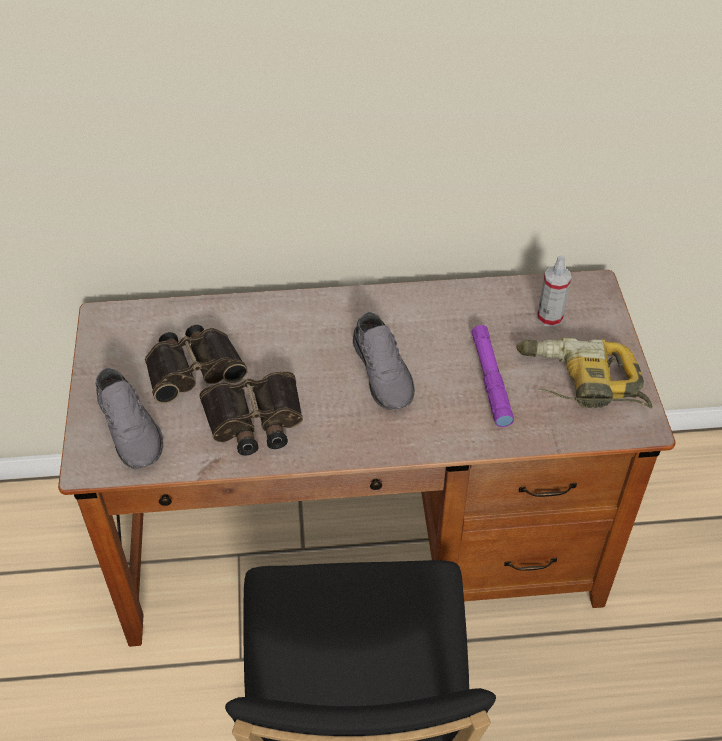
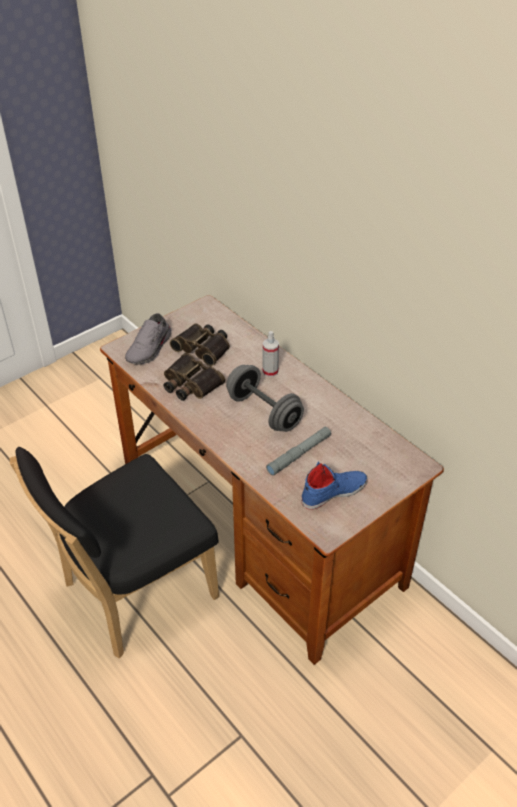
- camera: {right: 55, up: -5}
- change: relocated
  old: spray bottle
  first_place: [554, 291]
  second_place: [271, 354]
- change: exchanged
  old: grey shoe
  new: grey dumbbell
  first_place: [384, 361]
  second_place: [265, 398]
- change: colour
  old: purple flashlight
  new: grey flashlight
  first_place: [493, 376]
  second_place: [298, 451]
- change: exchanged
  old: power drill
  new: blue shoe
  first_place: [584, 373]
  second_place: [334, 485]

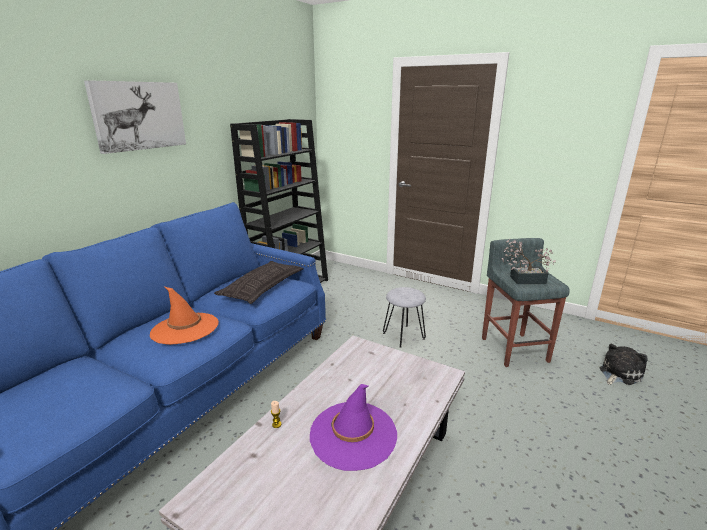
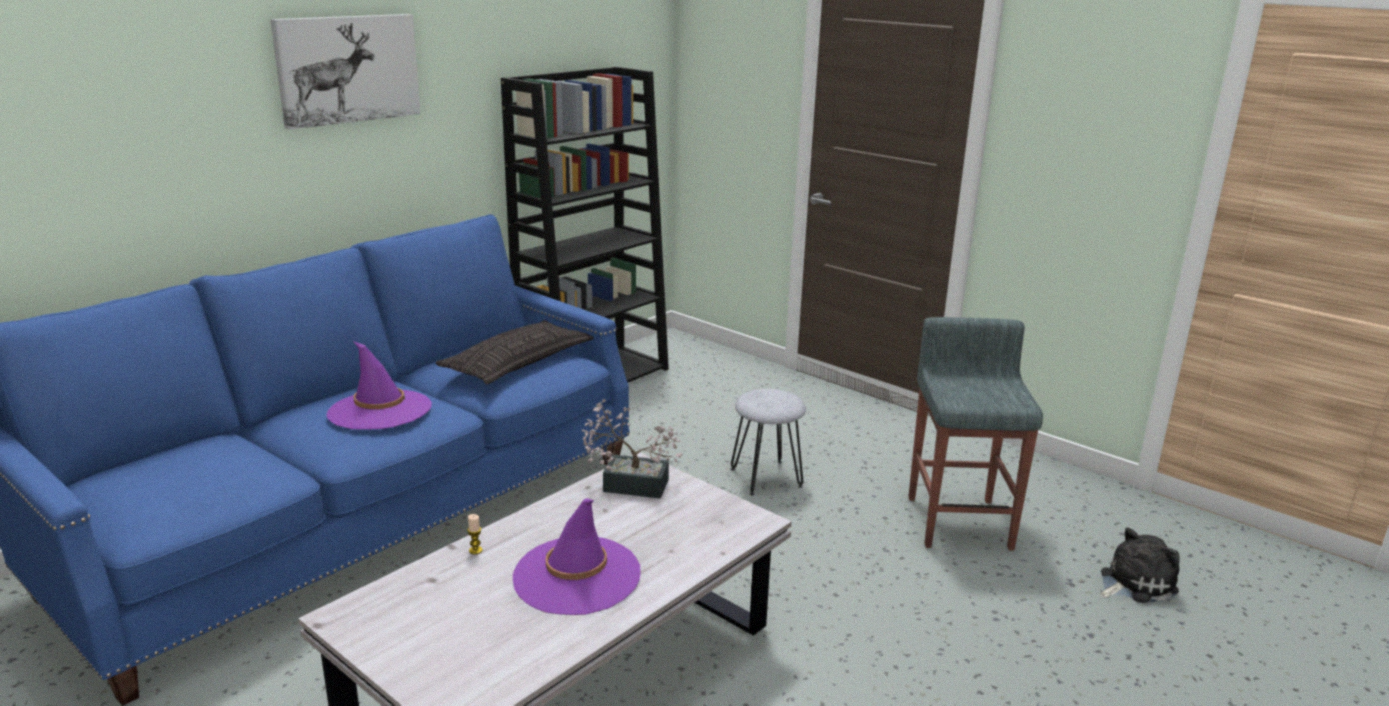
- camera: {right: 10, up: 0}
- change: relocated
  old: potted plant
  first_place: [529, 261]
  second_place: [632, 449]
- change: colour
  old: orange hat
  new: purple hat
  first_place: [184, 316]
  second_place: [379, 385]

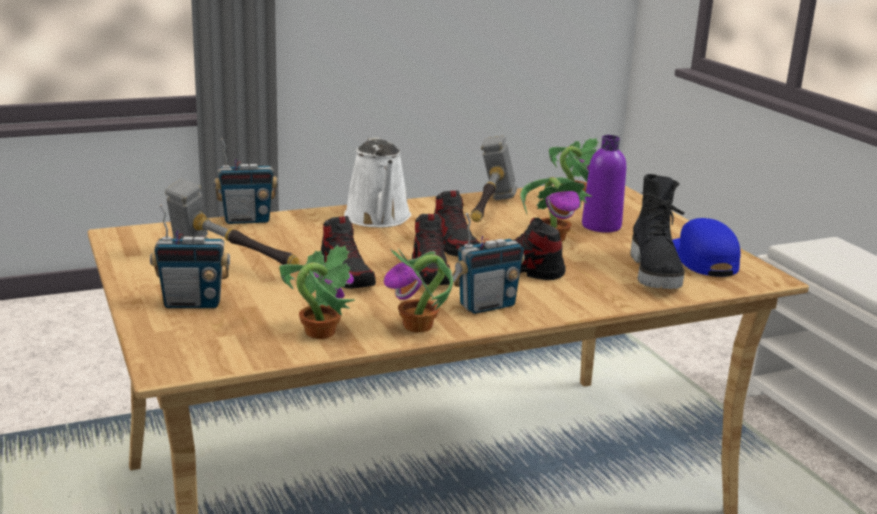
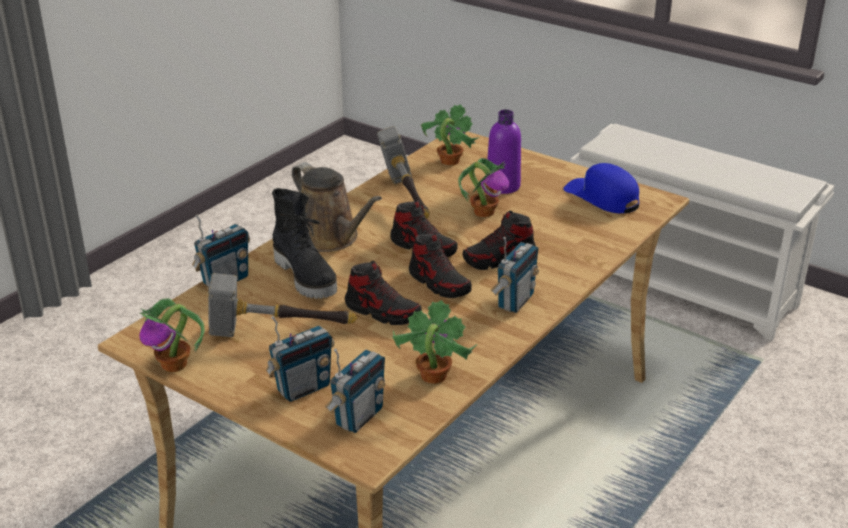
- camera: {right: -30, up: 10}
- change: colour
  old: white watering can
  new: brown watering can
  first_place: [377, 182]
  second_place: [337, 207]
- change: relocated
  old: black boot
  first_place: [657, 231]
  second_place: [304, 243]
- change: relocated
  old: potted plant
  first_place: [418, 290]
  second_place: [171, 335]
- change: appeared
  new: radio
  second_place: [355, 390]

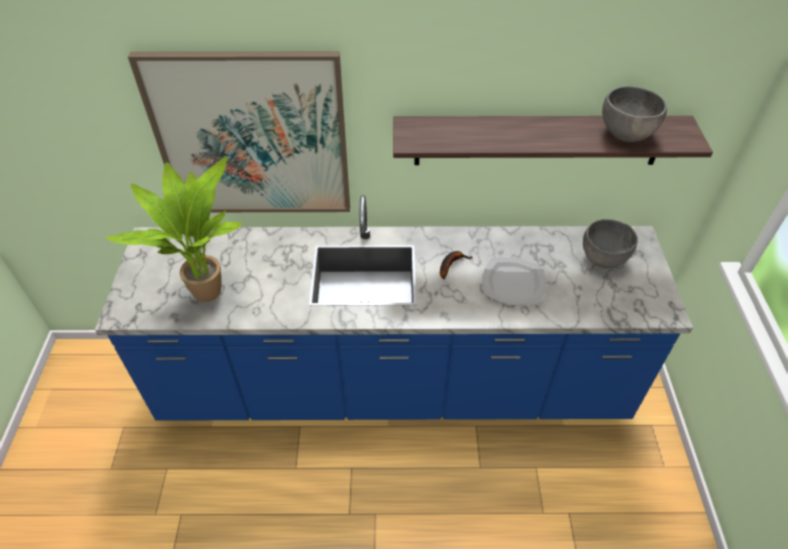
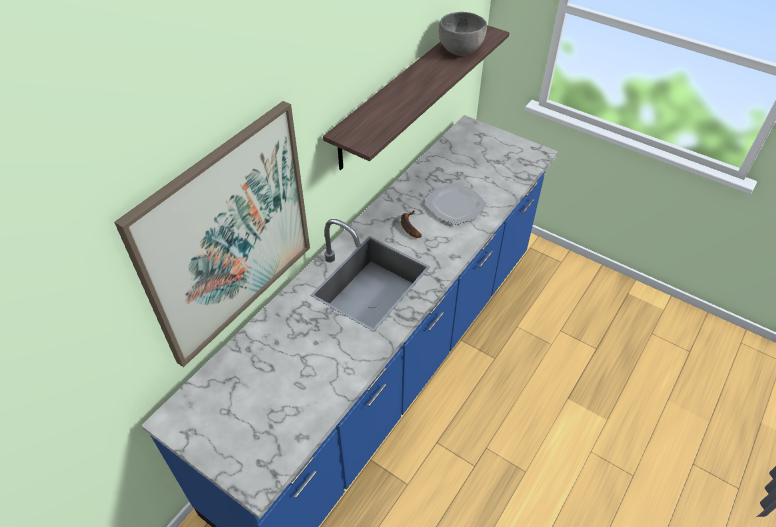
- camera: {right: -55, up: 0}
- change: missing
  old: potted plant
  first_place: [174, 229]
- change: missing
  old: grey bowl
  first_place: [610, 244]

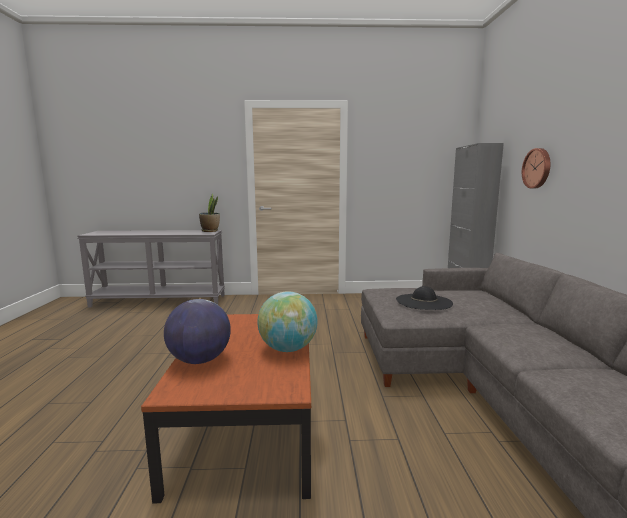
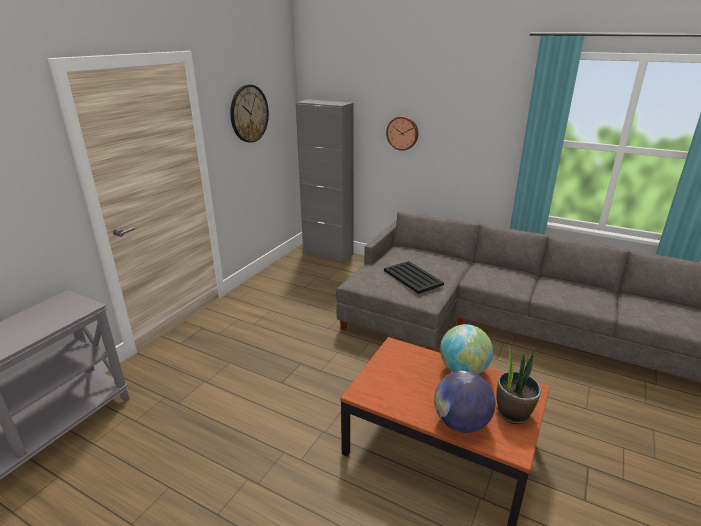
- camera: {right: -60, up: 15}
- change: relocated
  old: potted plant
  first_place: [209, 213]
  second_place: [518, 384]
- change: exchanged
  old: black hat
  new: black tray
  first_place: [424, 298]
  second_place: [414, 277]
- change: appeared
  new: wall clock
  second_place: [249, 114]

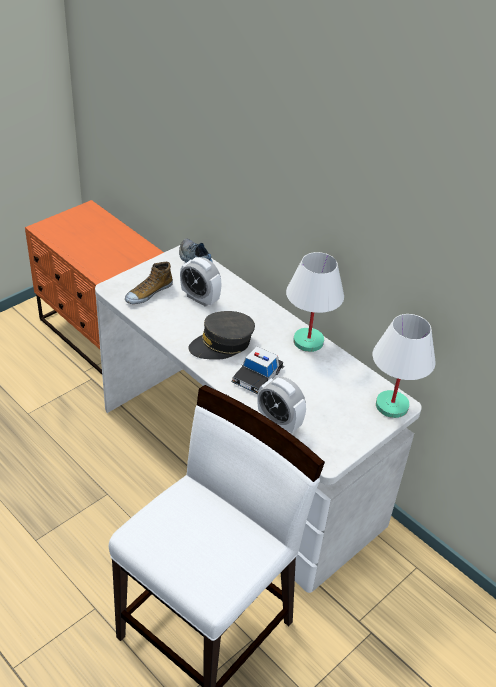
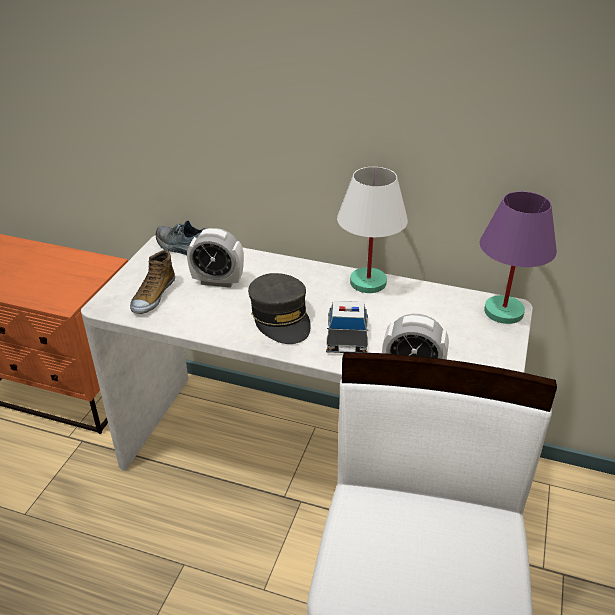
- camera: {right: -25, up: -5}
- change: spun
  old: grey cap
  first_place: [222, 335]
  second_place: [279, 308]
  degrees: -60
- change: colour
  old: white table lamp
  new: purple table lamp
  first_place: [404, 366]
  second_place: [518, 257]

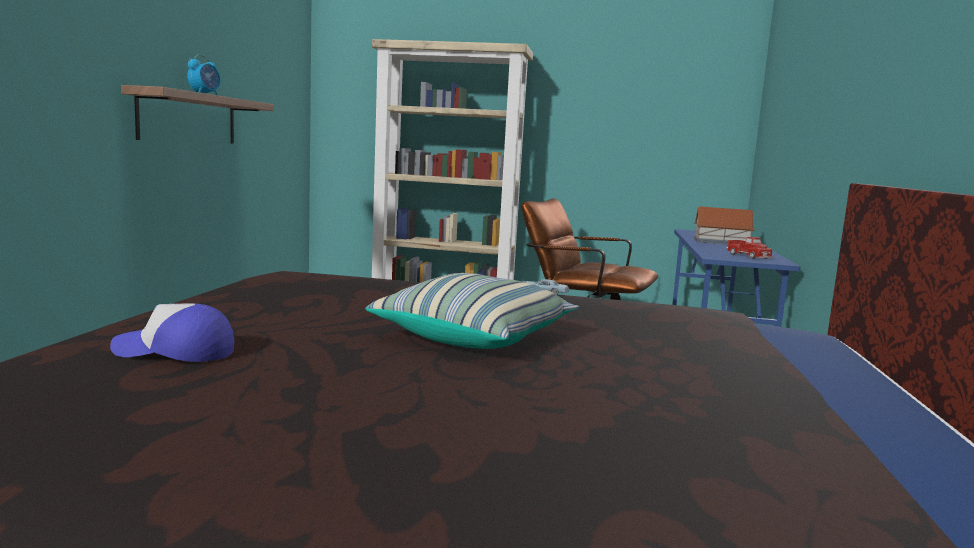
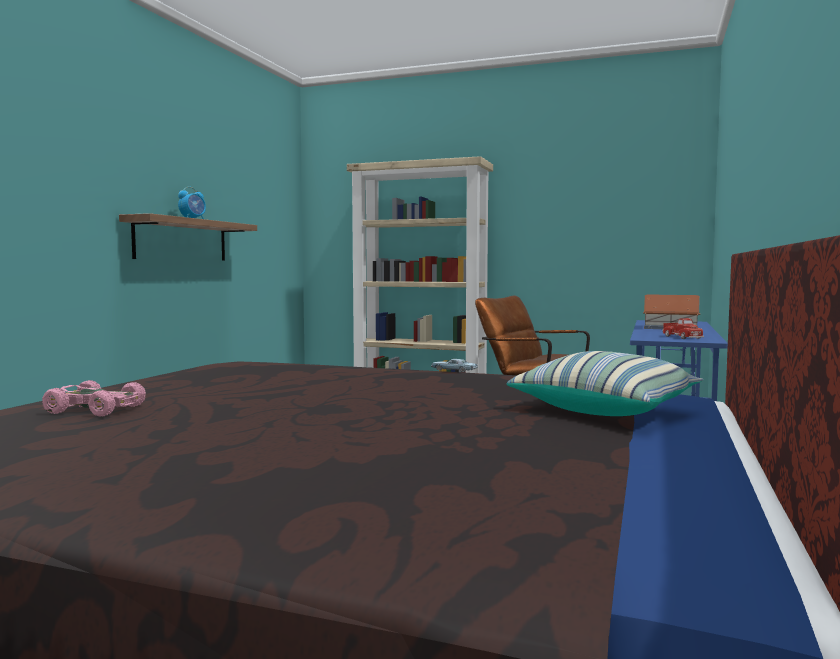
- camera: {right: 10, up: -5}
- change: relocated
  old: pillow
  first_place: [472, 311]
  second_place: [605, 383]
- change: exchanged
  old: cap
  new: pink toy car
  first_place: [172, 332]
  second_place: [94, 398]

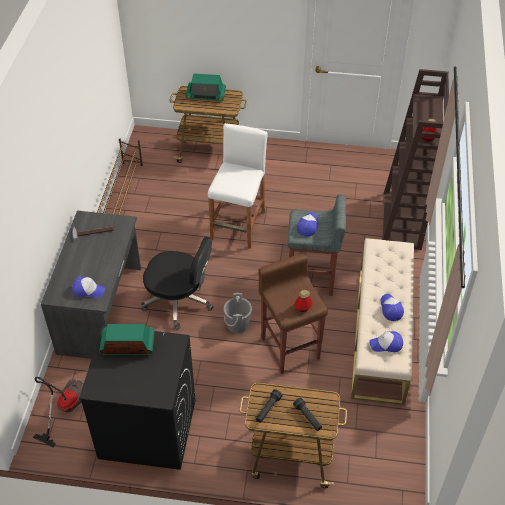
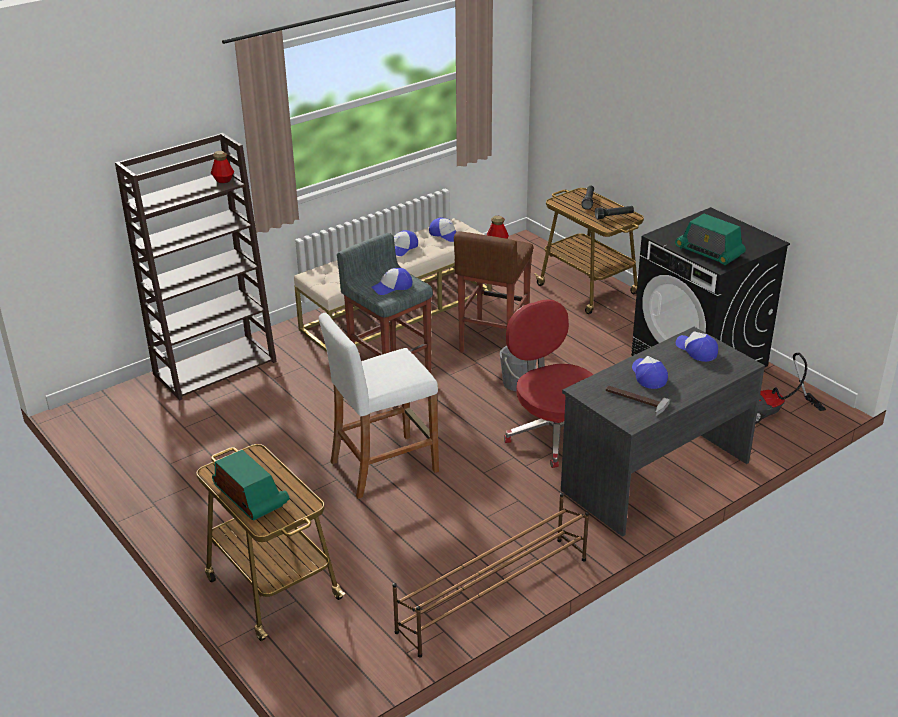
- camera: {right: -135, up: -15}
- change: colour
  old: black office chair
  new: red office chair
  first_place: [177, 283]
  second_place: [548, 383]
- change: appeared
  new: cap
  second_place: [650, 372]

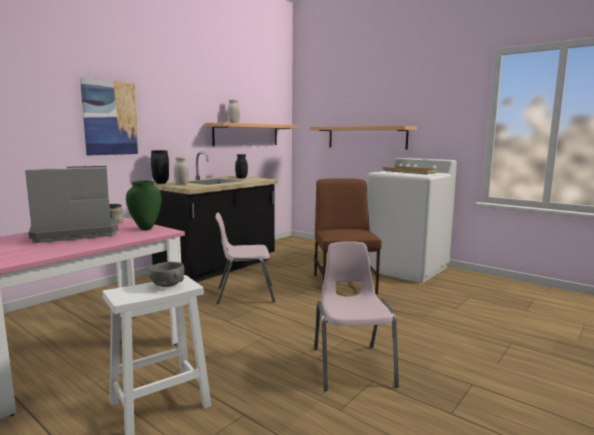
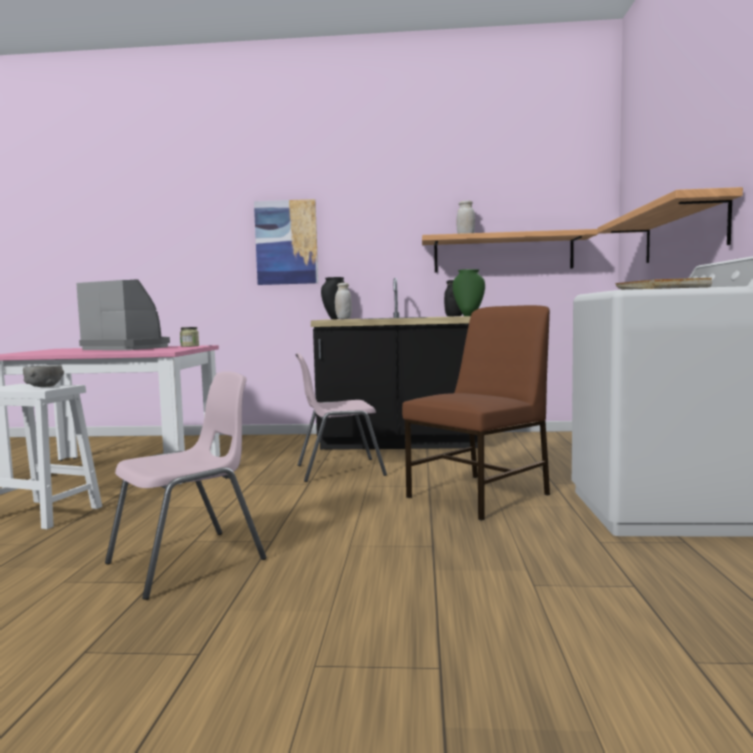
- camera: {right: 55, up: -5}
- change: relocated
  old: green vase
  first_place: [144, 205]
  second_place: [469, 292]
- change: spun
  old: pink chair
  first_place: [245, 258]
  second_place: [341, 417]
  degrees: -60

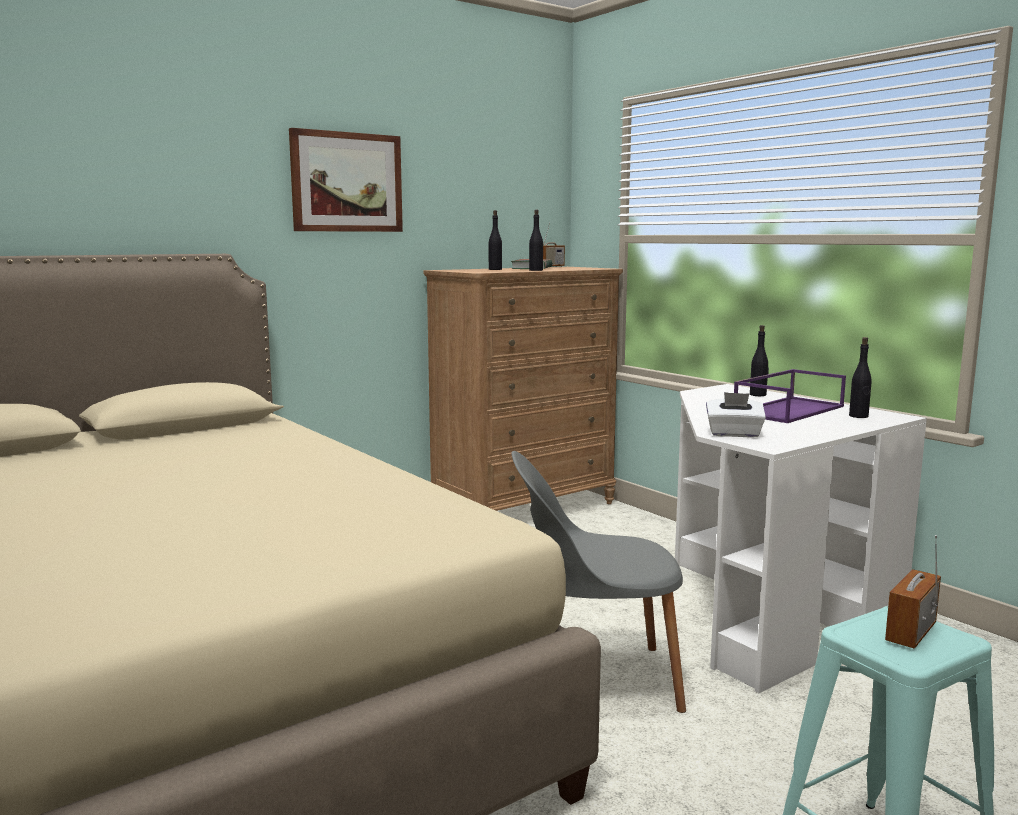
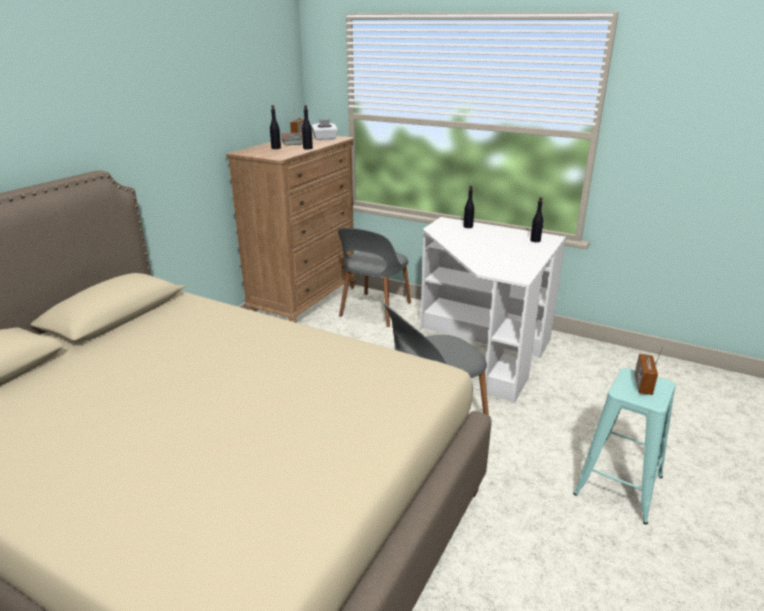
- camera: {right: -25, up: 15}
- change: missing
  old: picture
  first_place: [346, 180]
- change: missing
  old: purple tray
  first_place: [790, 396]
- change: relocated
  old: white tissue box
  first_place: [736, 415]
  second_place: [324, 130]
- change: appeared
  new: grey chair
  second_place: [374, 277]

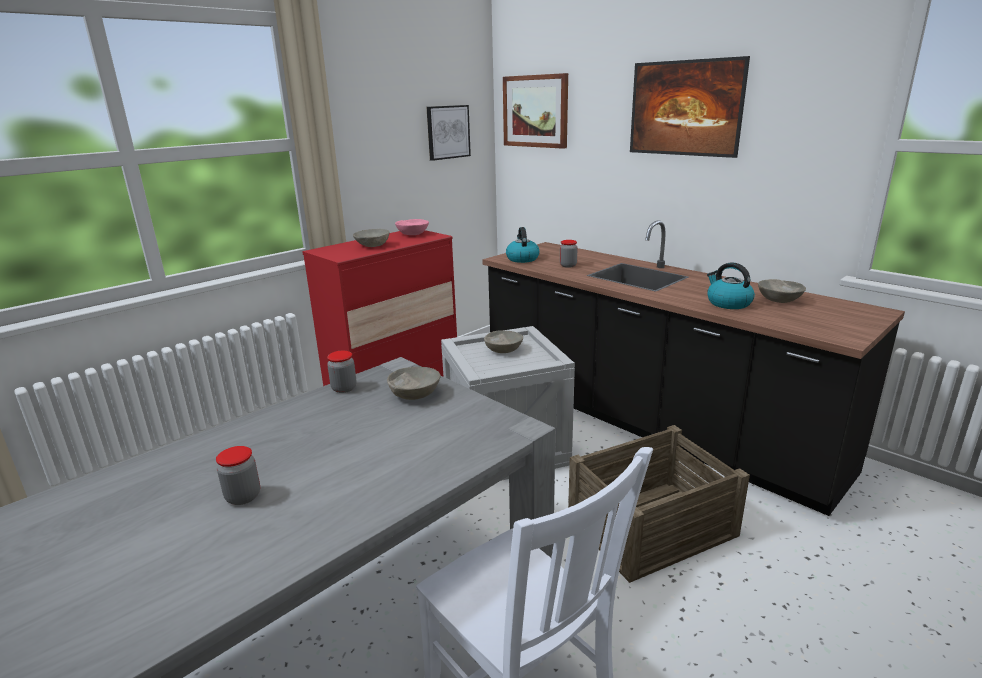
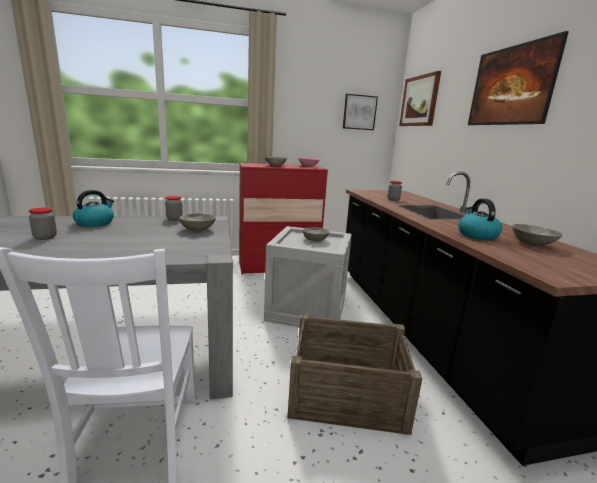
- camera: {right: 30, up: -5}
- change: relocated
  old: kettle
  first_place: [523, 245]
  second_place: [93, 208]

